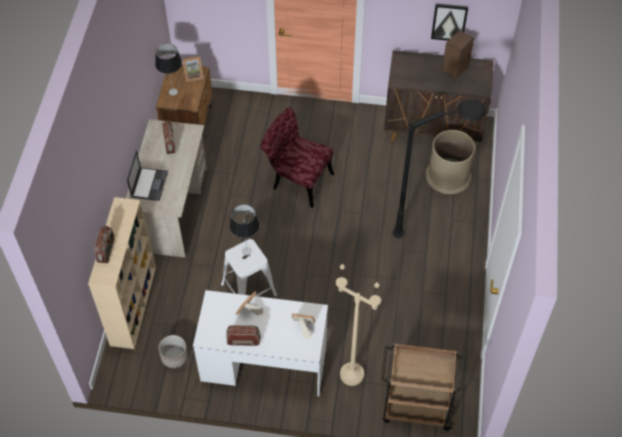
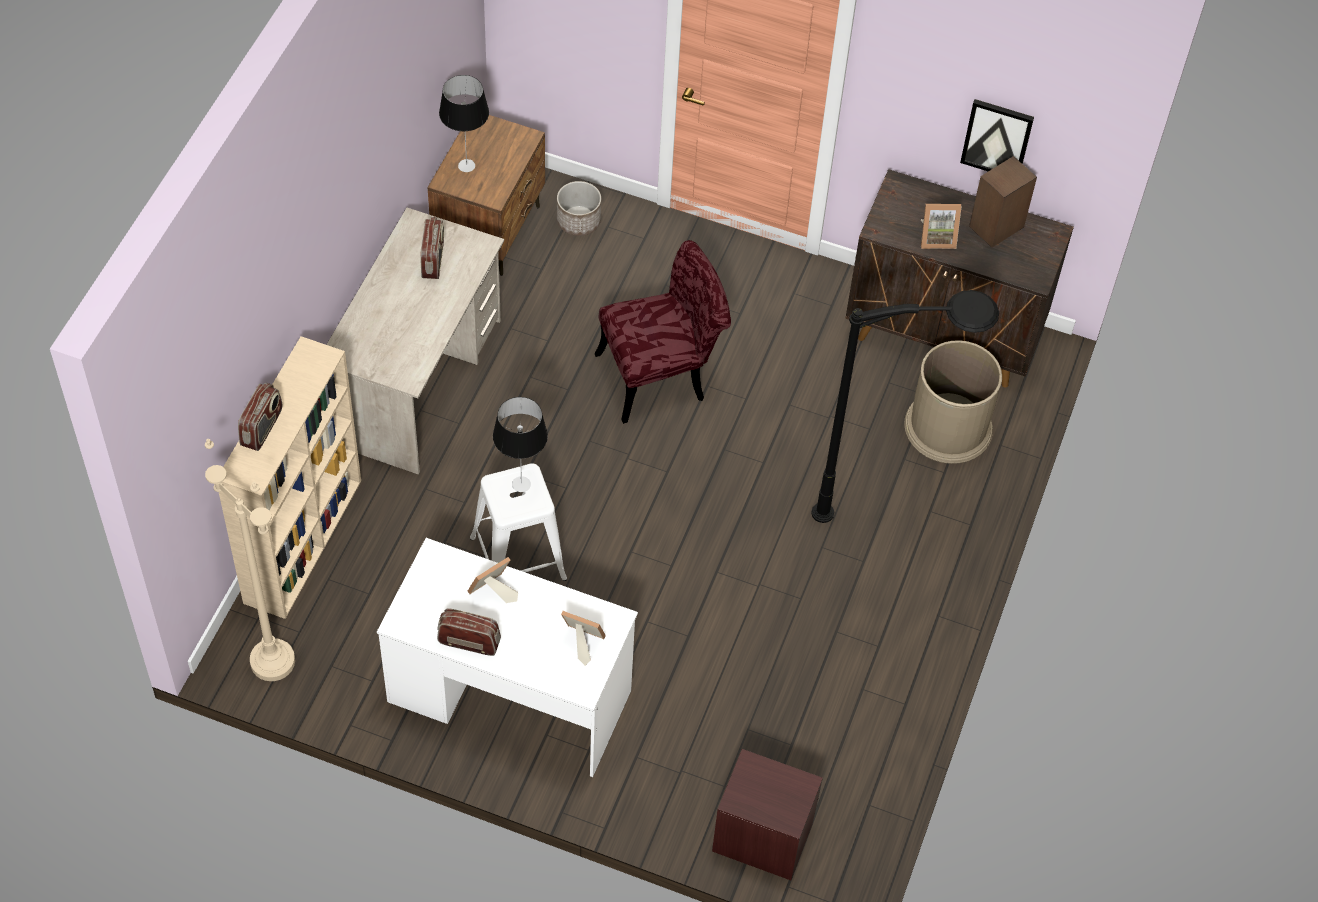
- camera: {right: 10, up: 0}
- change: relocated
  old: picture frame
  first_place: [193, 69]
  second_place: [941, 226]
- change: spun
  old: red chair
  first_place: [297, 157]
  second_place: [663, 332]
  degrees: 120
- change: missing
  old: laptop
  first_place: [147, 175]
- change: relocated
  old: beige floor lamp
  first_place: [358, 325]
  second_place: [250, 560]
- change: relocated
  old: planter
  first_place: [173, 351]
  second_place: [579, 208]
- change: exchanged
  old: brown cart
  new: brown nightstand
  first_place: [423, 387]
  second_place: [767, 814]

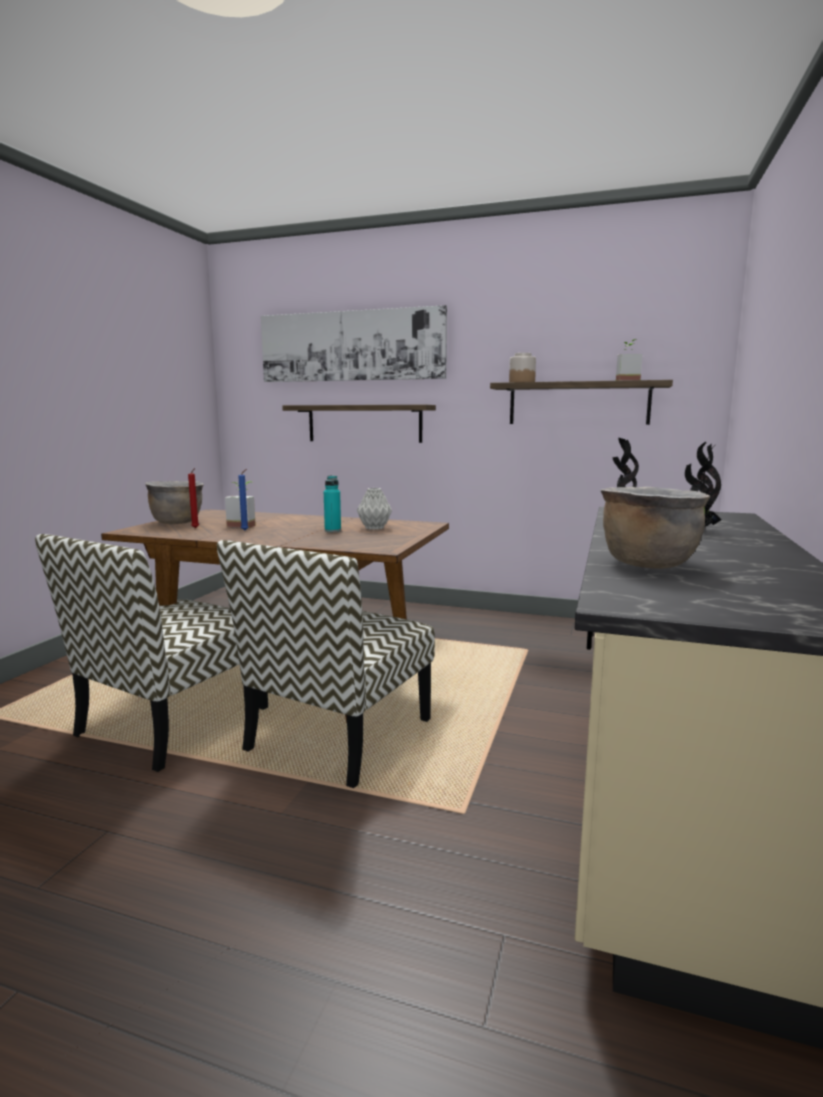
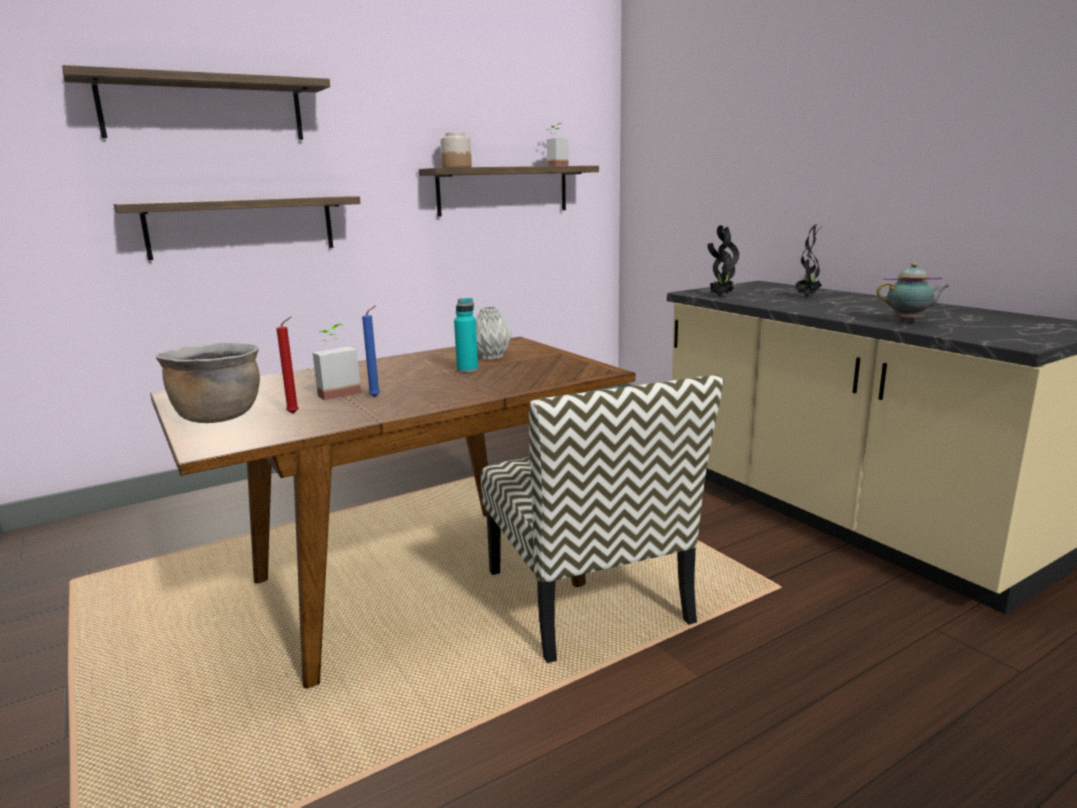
- camera: {right: -50, up: 5}
- change: exchanged
  old: picture
  new: shelf
  first_place: [354, 343]
  second_place: [196, 102]
- change: exchanged
  old: brown cooking pot
  new: teapot
  first_place: [656, 528]
  second_place: [912, 292]
- change: missing
  old: chair
  first_place: [151, 653]

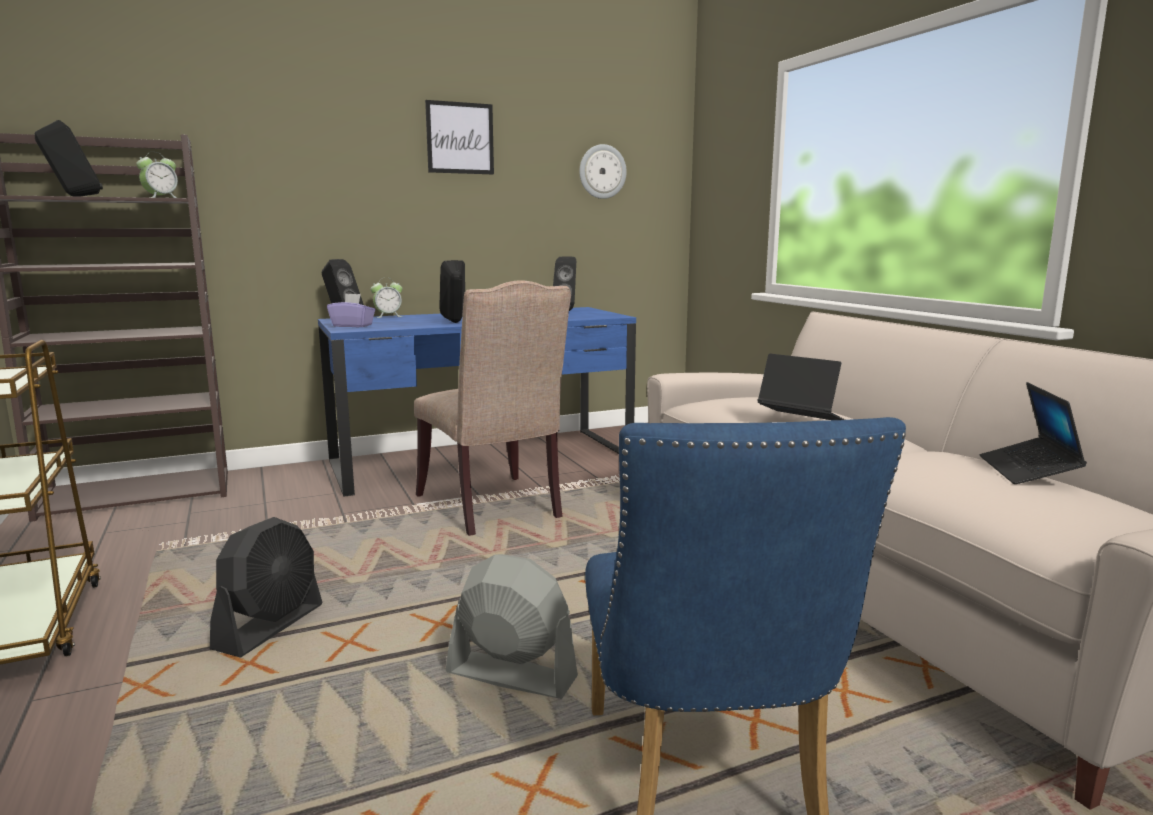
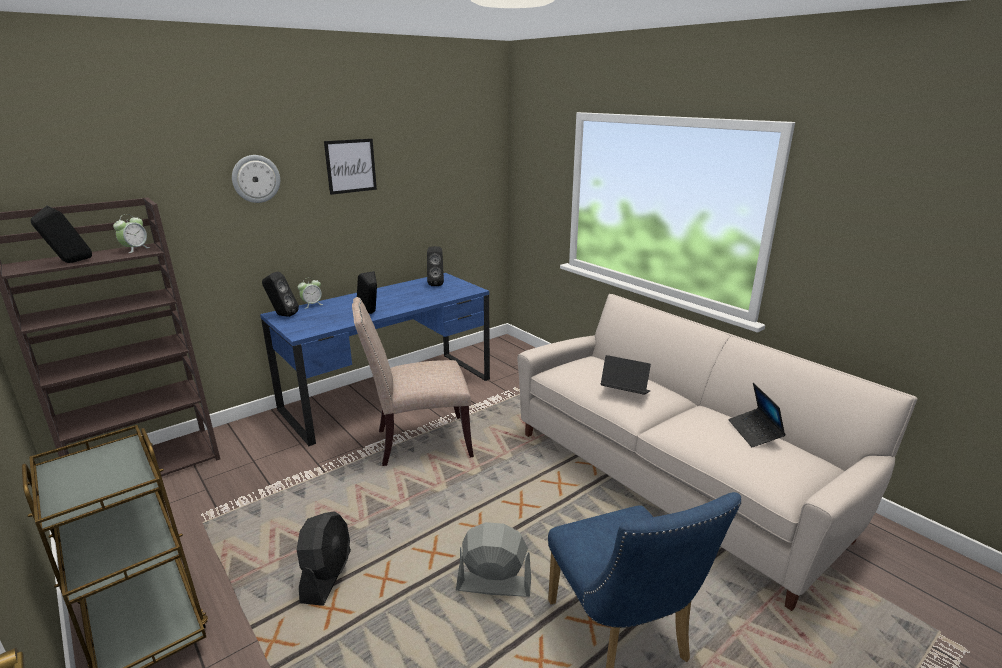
- camera: {right: -15, up: 10}
- change: relocated
  old: wall clock
  first_place: [603, 171]
  second_place: [256, 179]
- change: spun
  old: beige chair
  first_place: [492, 408]
  second_place: [413, 381]
  degrees: 120
- change: missing
  old: purple tissue box
  first_place: [351, 310]

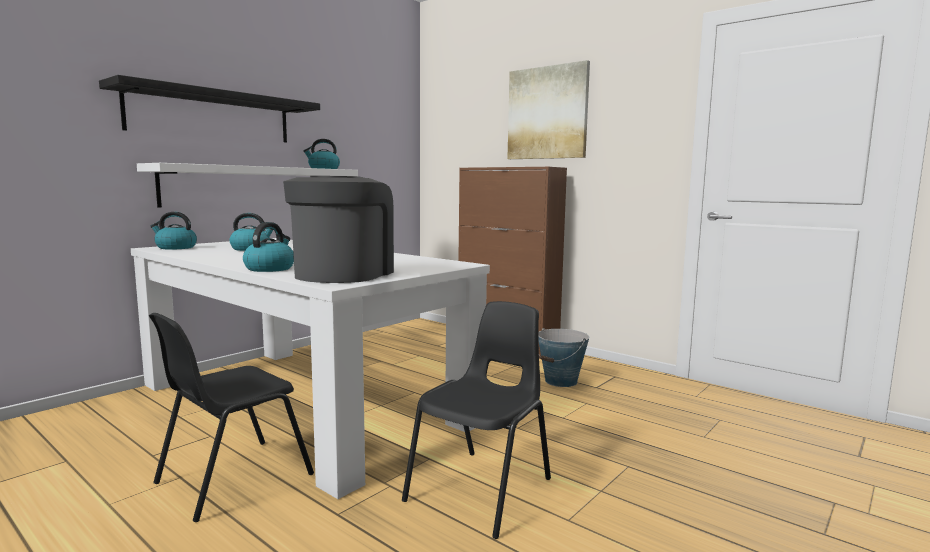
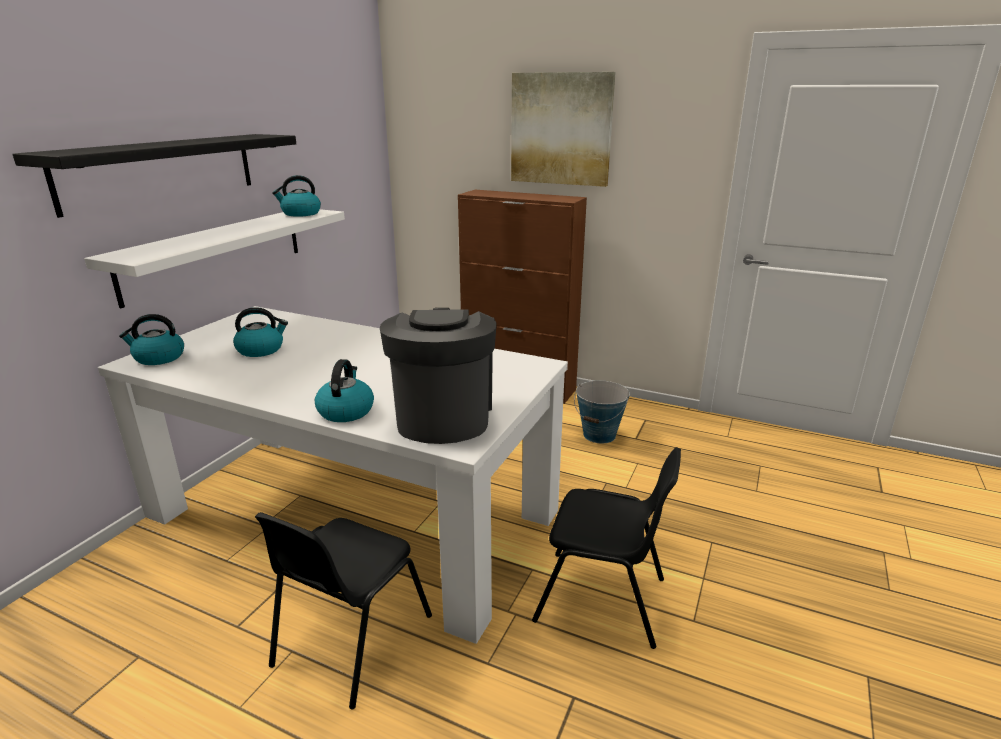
- camera: {right: -15, up: 15}
- change: spun
  old: black chair
  first_place: [476, 420]
  second_place: [606, 548]
  degrees: 90

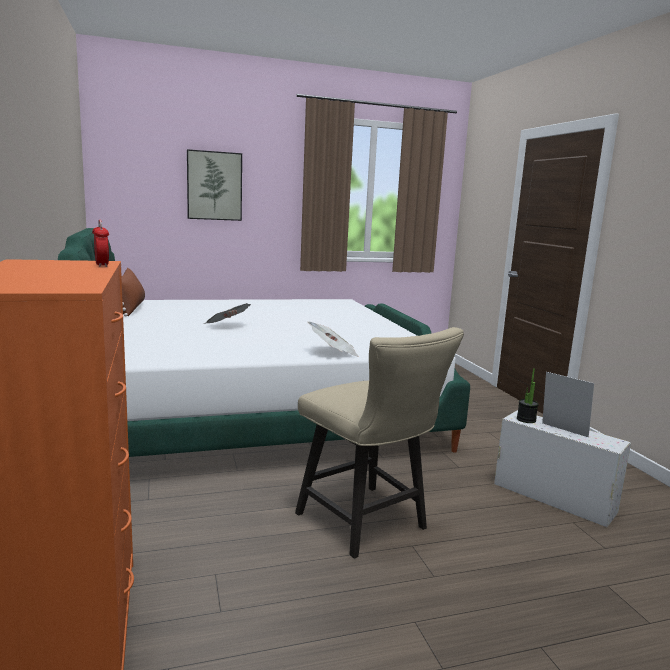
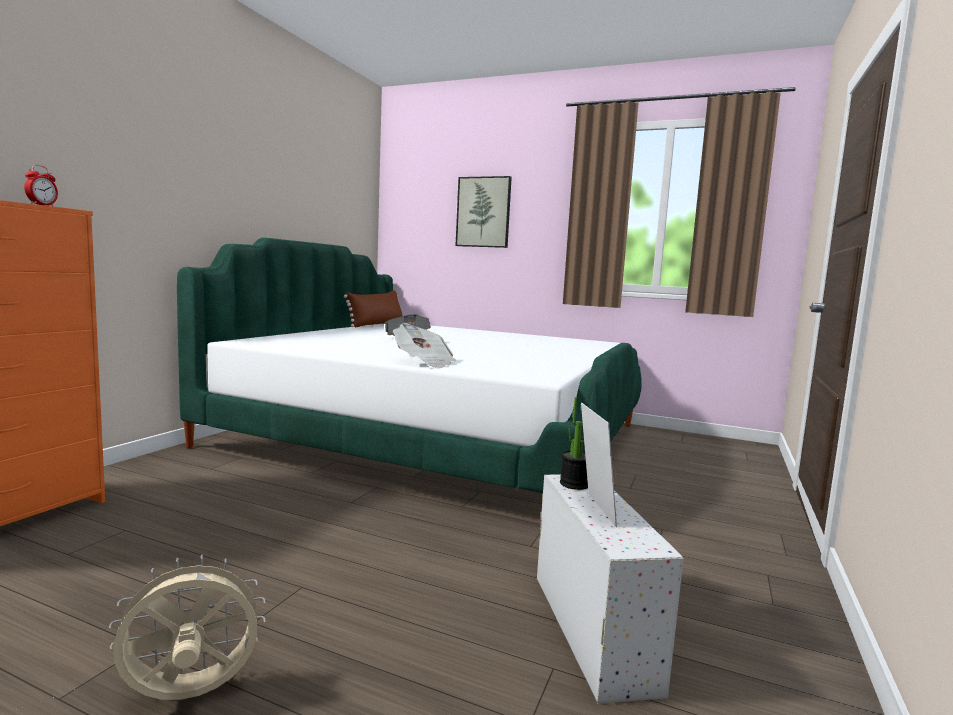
- camera: {right: 40, up: -5}
- change: missing
  old: beige chair
  first_place: [379, 443]
- change: appeared
  new: beige fan
  second_place: [186, 627]

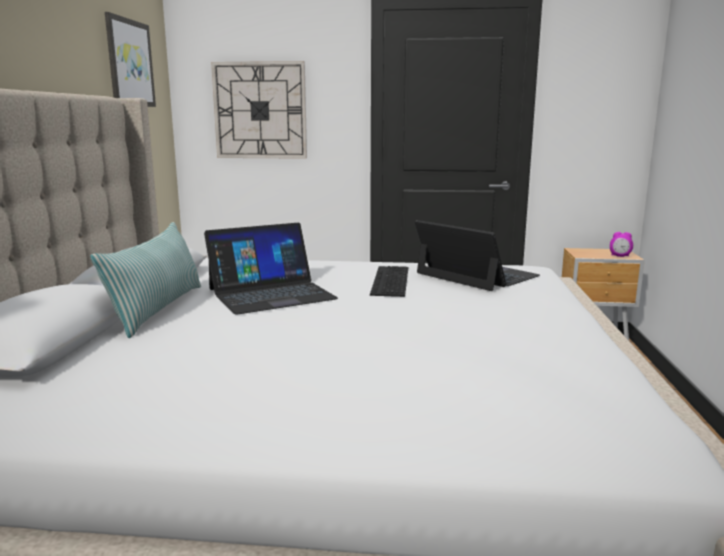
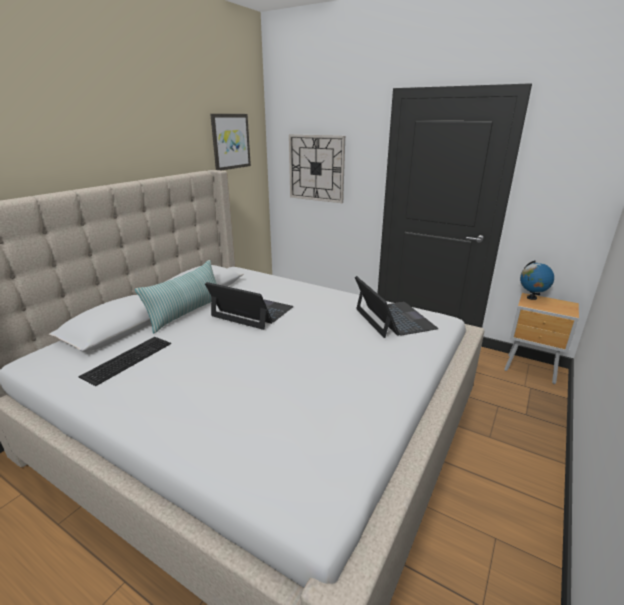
- camera: {right: 25, up: 10}
- change: spun
  old: laptop
  first_place: [271, 269]
  second_place: [249, 306]
  degrees: -150
- change: missing
  old: alarm clock
  first_place: [621, 244]
- change: relocated
  old: keyboard
  first_place: [389, 281]
  second_place: [124, 361]
- change: appeared
  new: globe
  second_place: [537, 280]

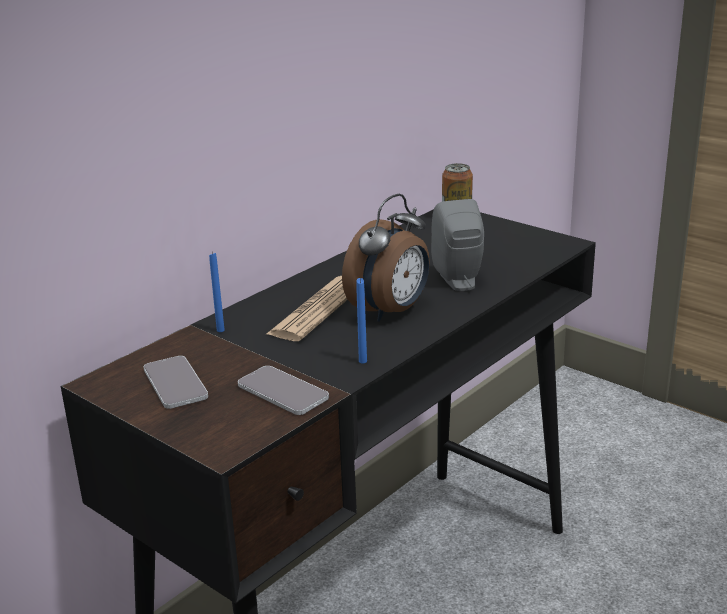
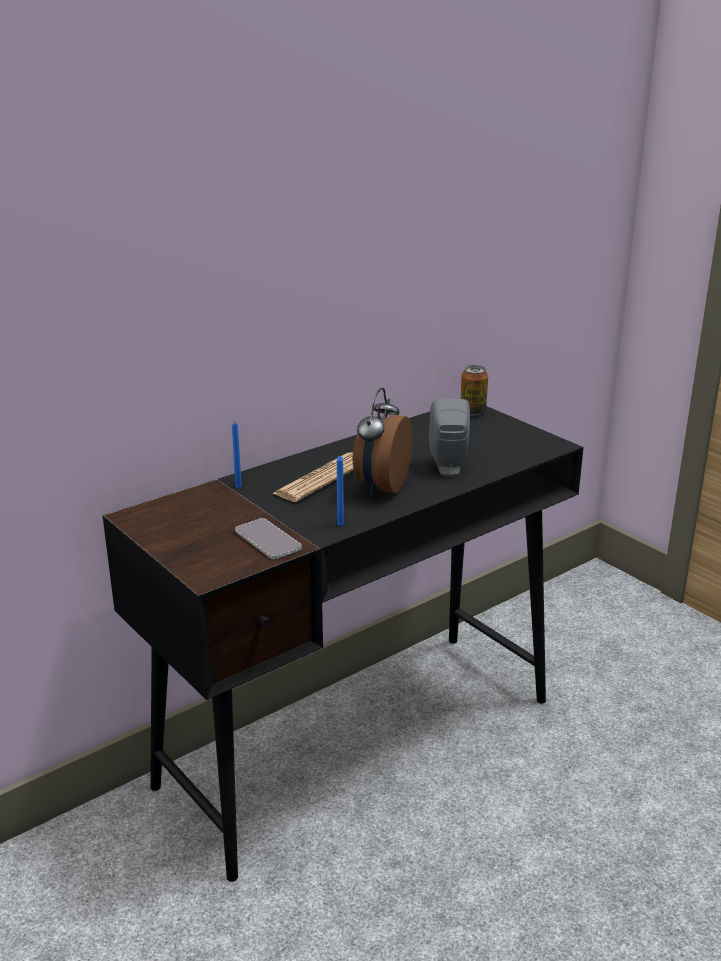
- camera: {right: 10, up: 0}
- change: spun
  old: alarm clock
  first_place: [386, 258]
  second_place: [382, 441]
  degrees: 150
- change: missing
  old: phone
  first_place: [175, 382]

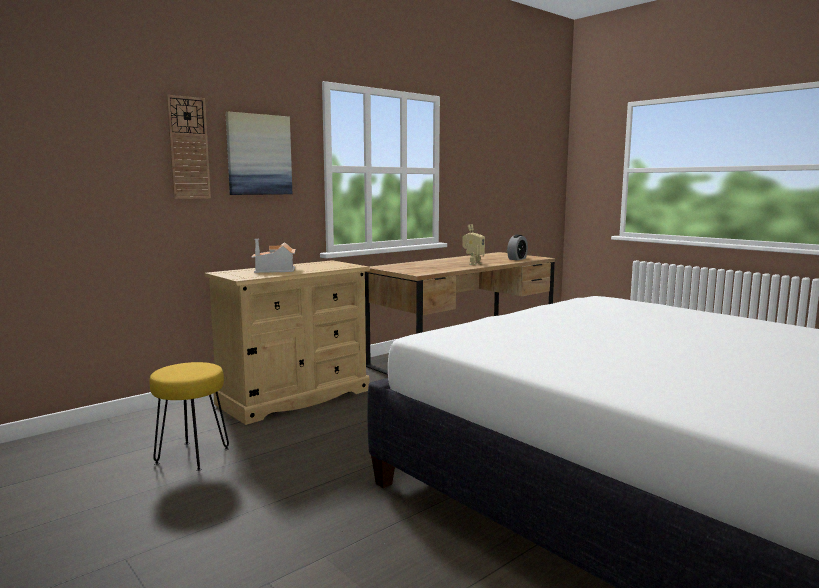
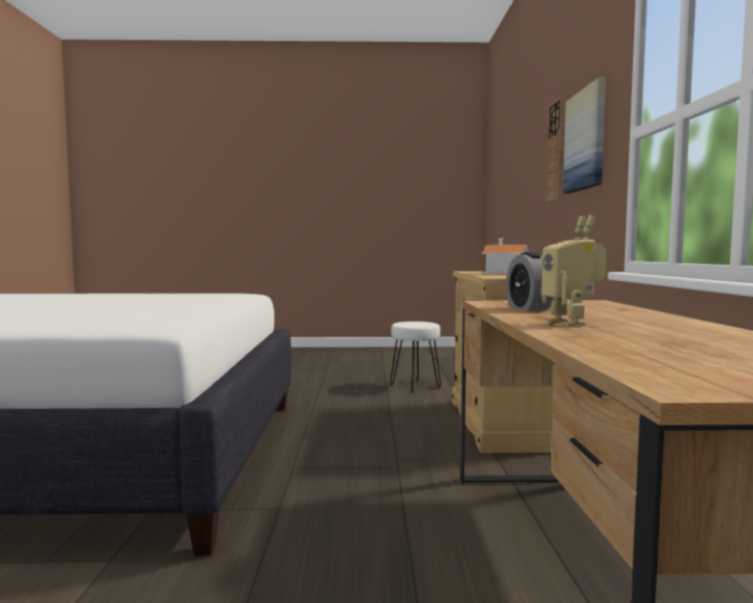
- camera: {right: 130, up: -5}
- change: relocated
  old: alarm clock
  first_place: [517, 247]
  second_place: [529, 281]
- change: colour
  old: yellow stool
  new: white stool
  first_place: [189, 416]
  second_place: [415, 357]

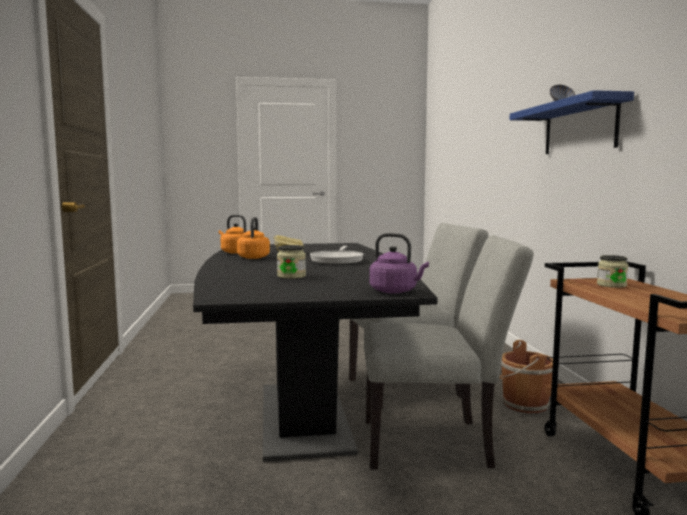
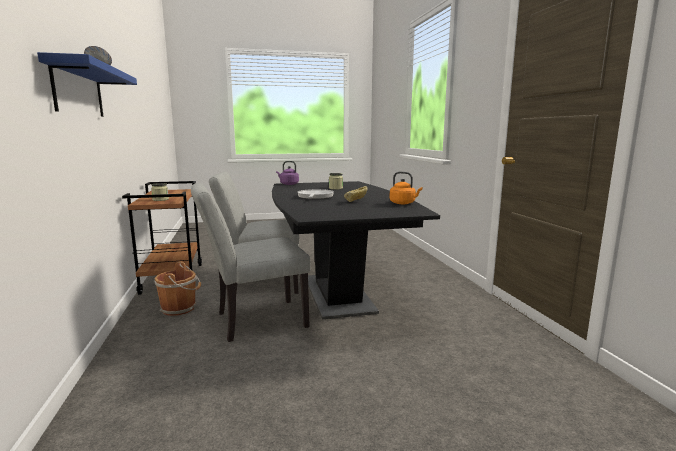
- camera: {right: 175, up: 5}
- change: missing
  old: orange kettle
  first_place: [253, 238]

